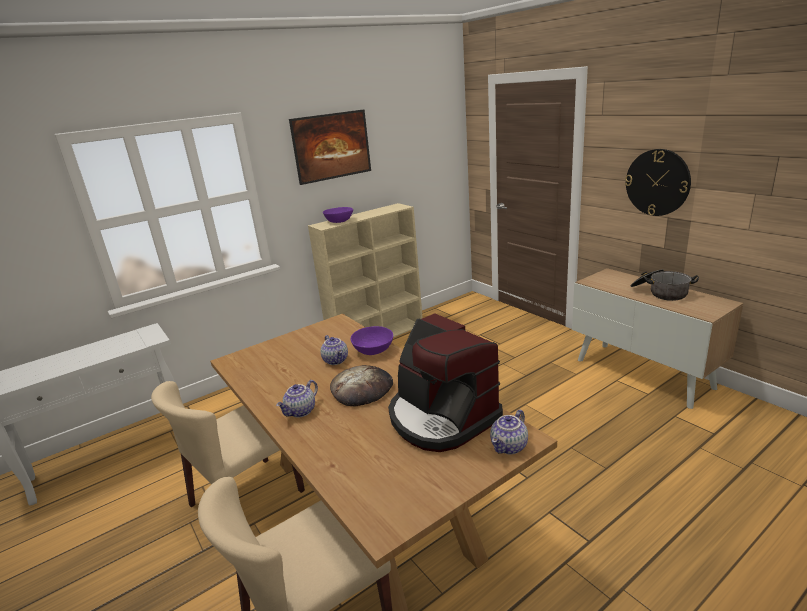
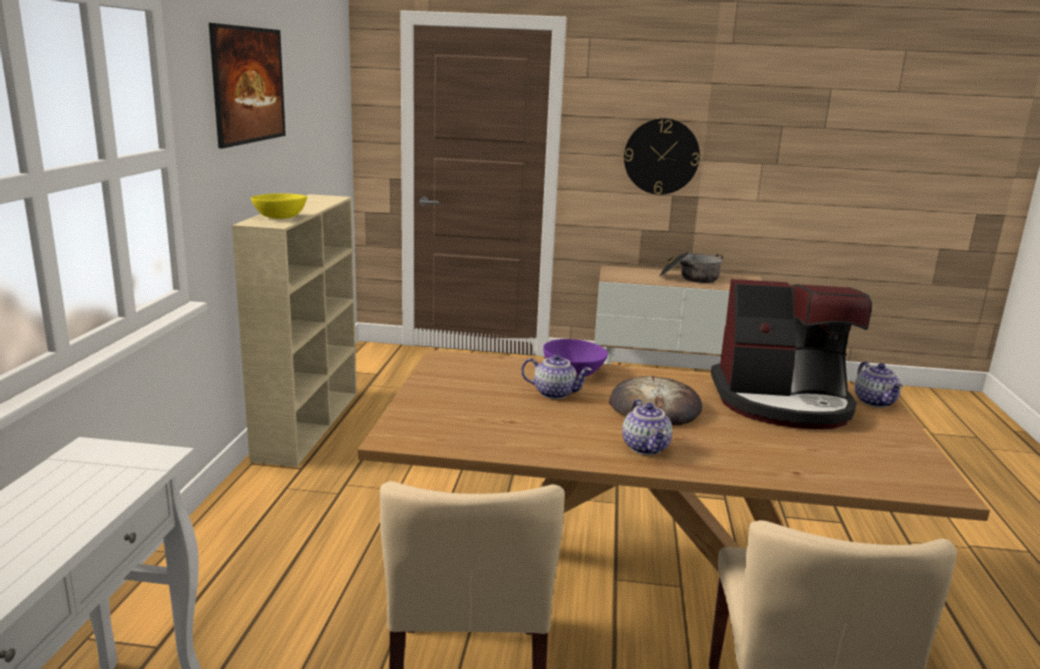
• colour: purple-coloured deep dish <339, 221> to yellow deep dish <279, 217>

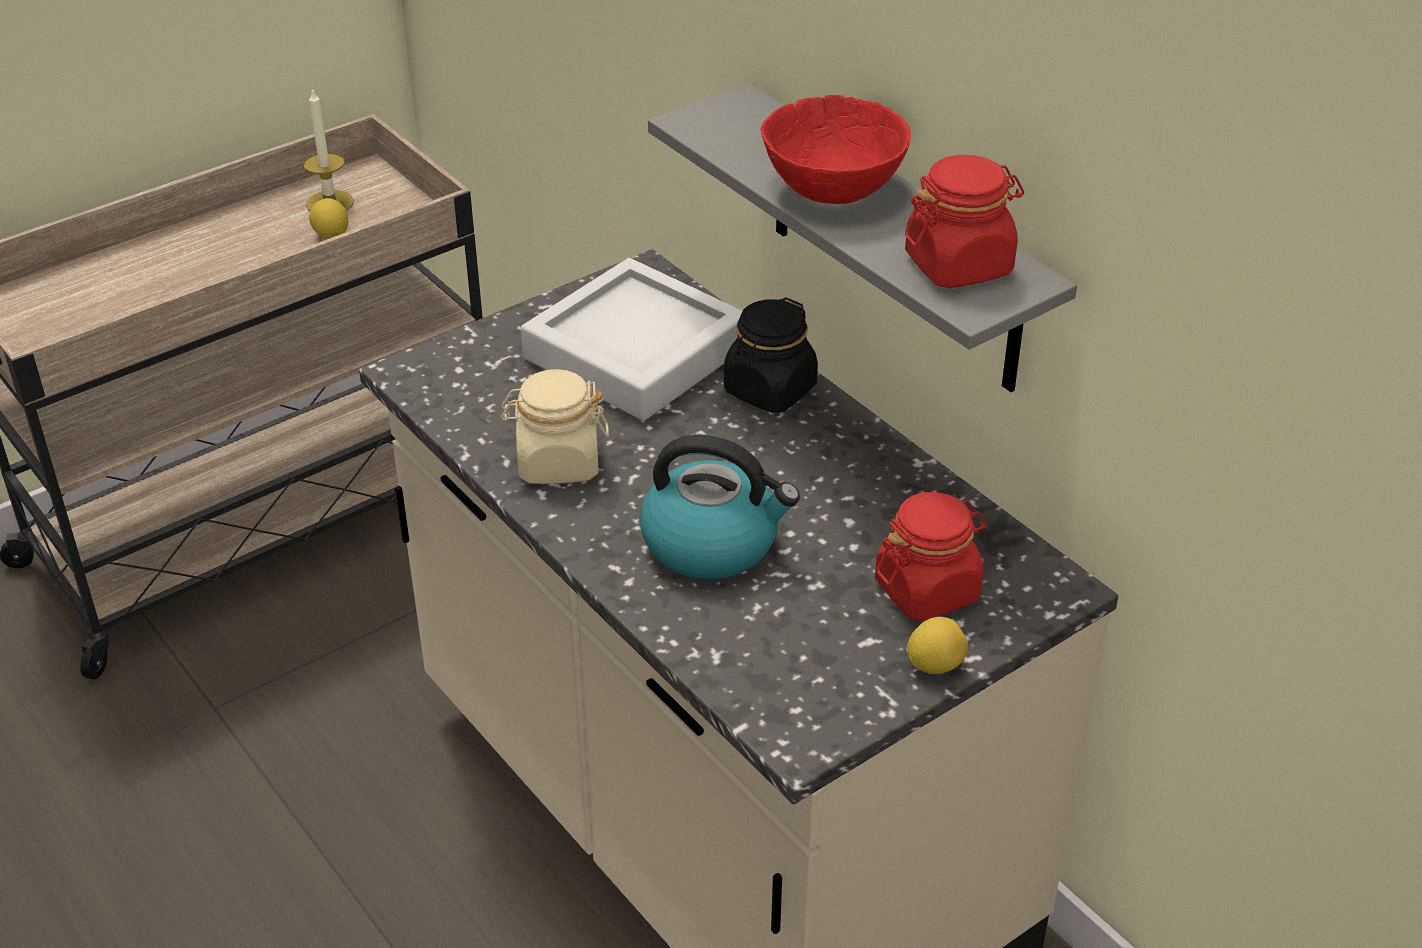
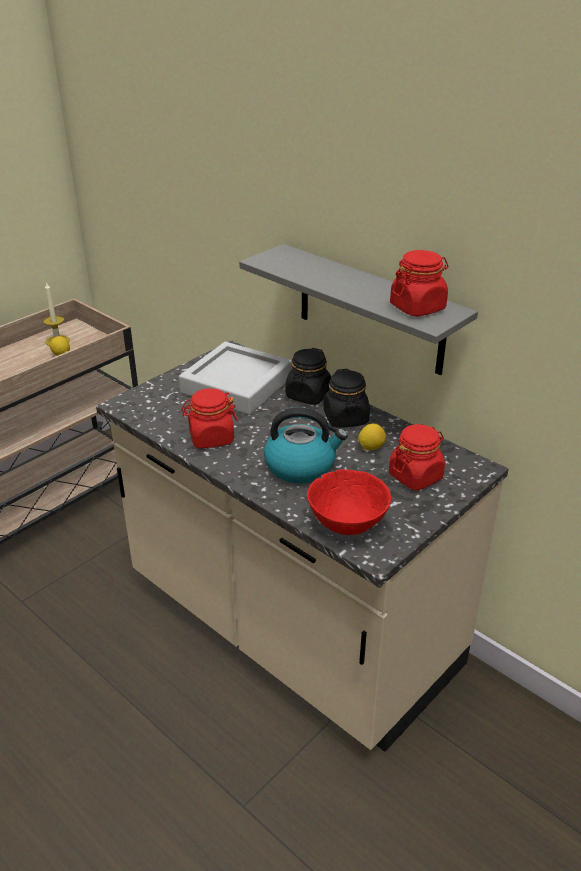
• colour: beige storage jar <558, 463> to red storage jar <211, 438>
• relocated: red deep dish <833, 189> to <347, 523>
• relocated: lemon <935, 665> to <371, 447>
• appeared: black-coloured storage jar <346, 418>

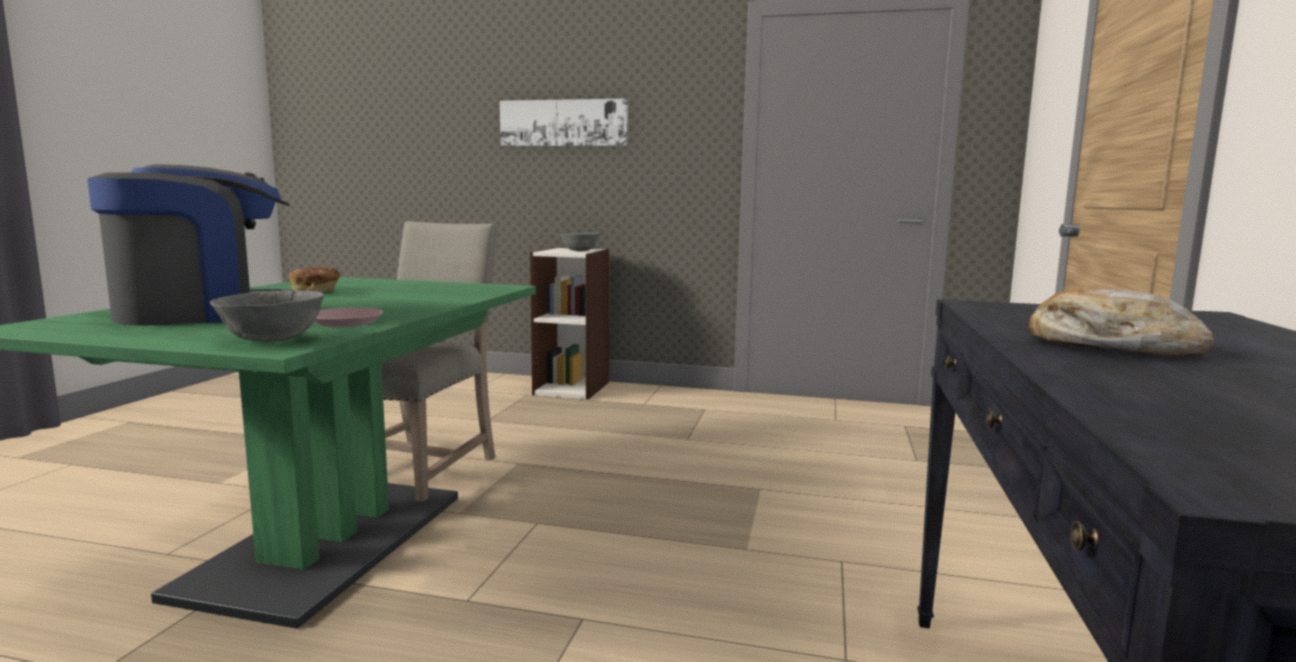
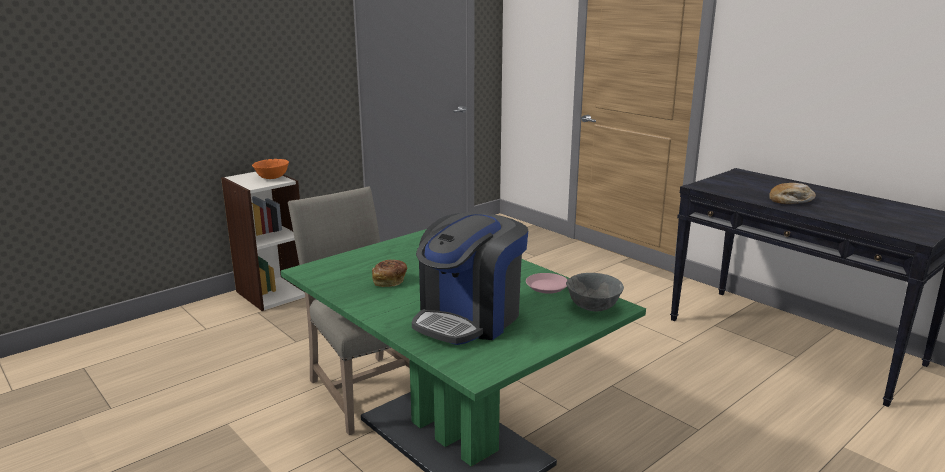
• spun: coffee maker <204, 313> = <469, 318> 150 degrees counterclockwise
• missing: wall art <564, 123>
• colour: gray deep dish <579, 251> to orange-coloured deep dish <272, 178>

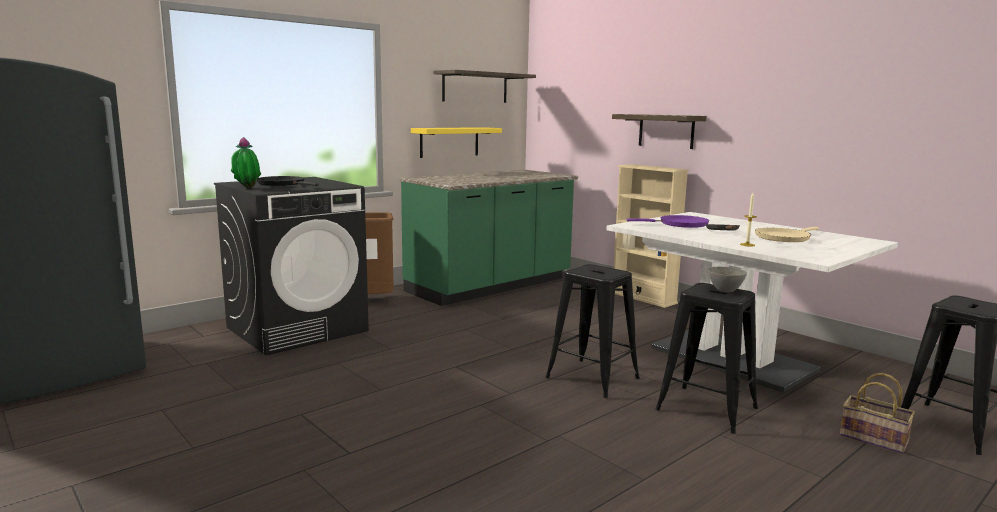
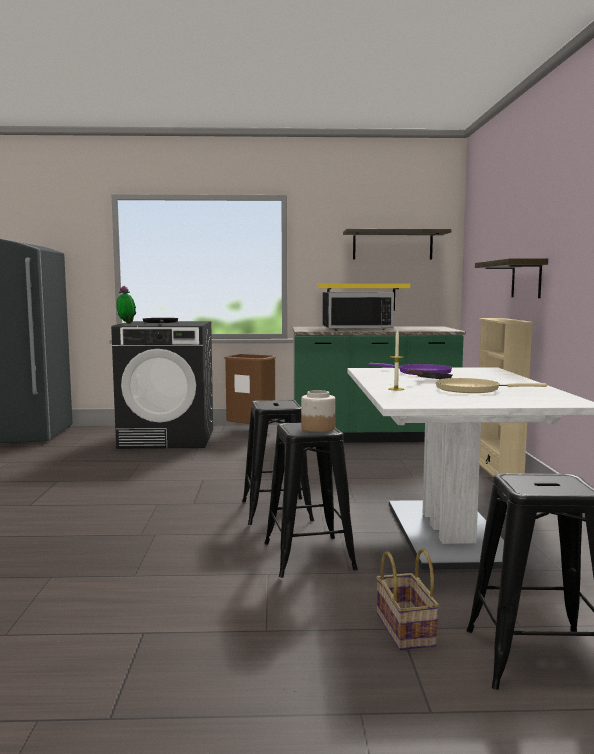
• exchanged: gray deep dish <724, 290> to storage jar <317, 428>
• appeared: black-coloured microwave <356, 328>

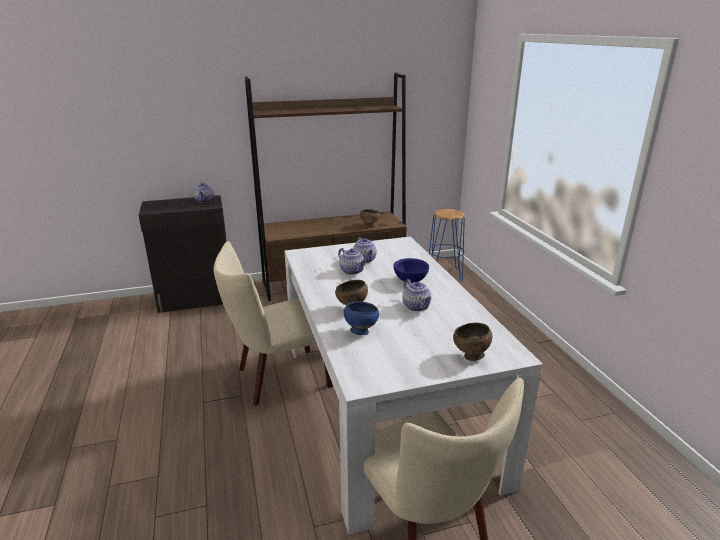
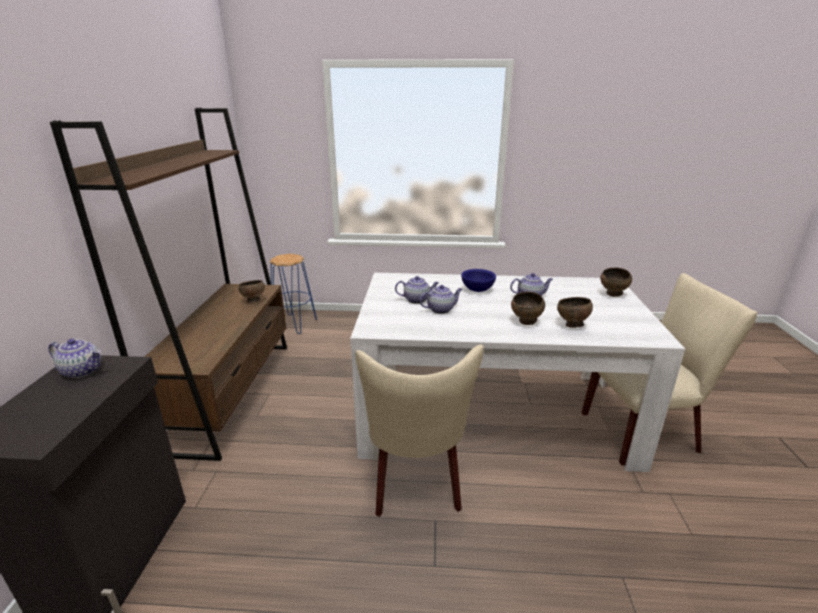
• colour: bluish deep dish <360, 331> to brownish deep dish <571, 325>

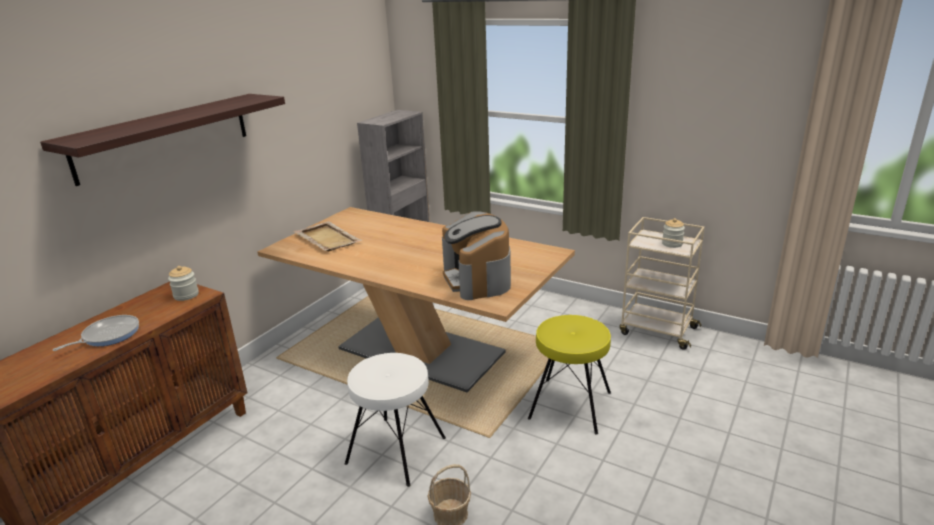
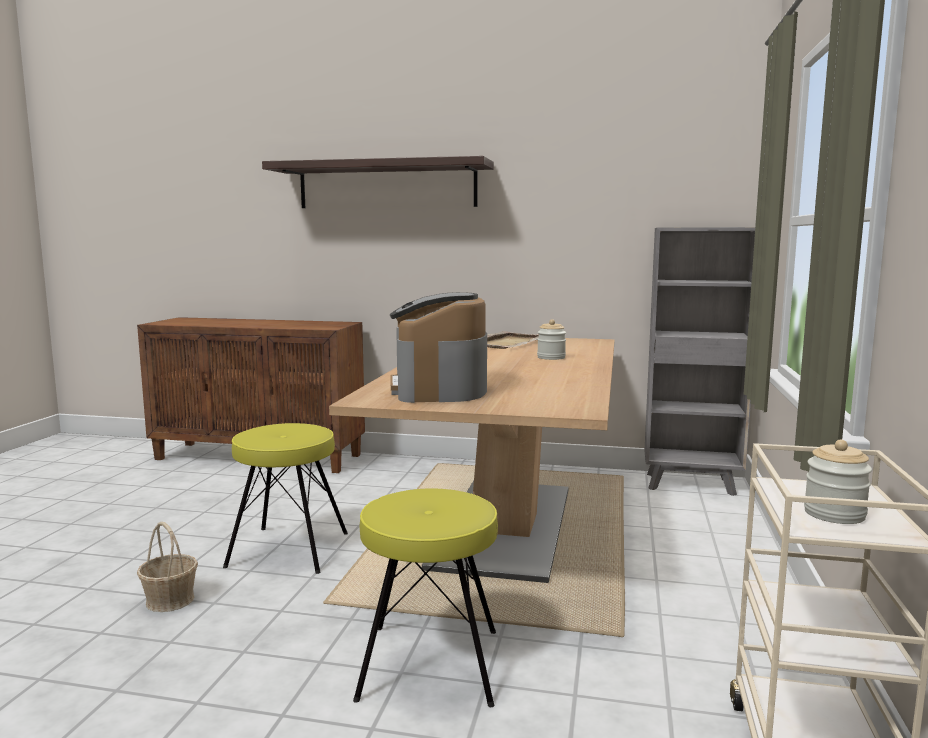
• missing: frying pan <108, 335>
• relocated: storage jar <186, 295> to <551, 357>
• colour: white-coloured stool <395, 450> to yellow stool <288, 549>
• spun: coffee maker <477, 279> = <438, 388> 60 degrees counterclockwise

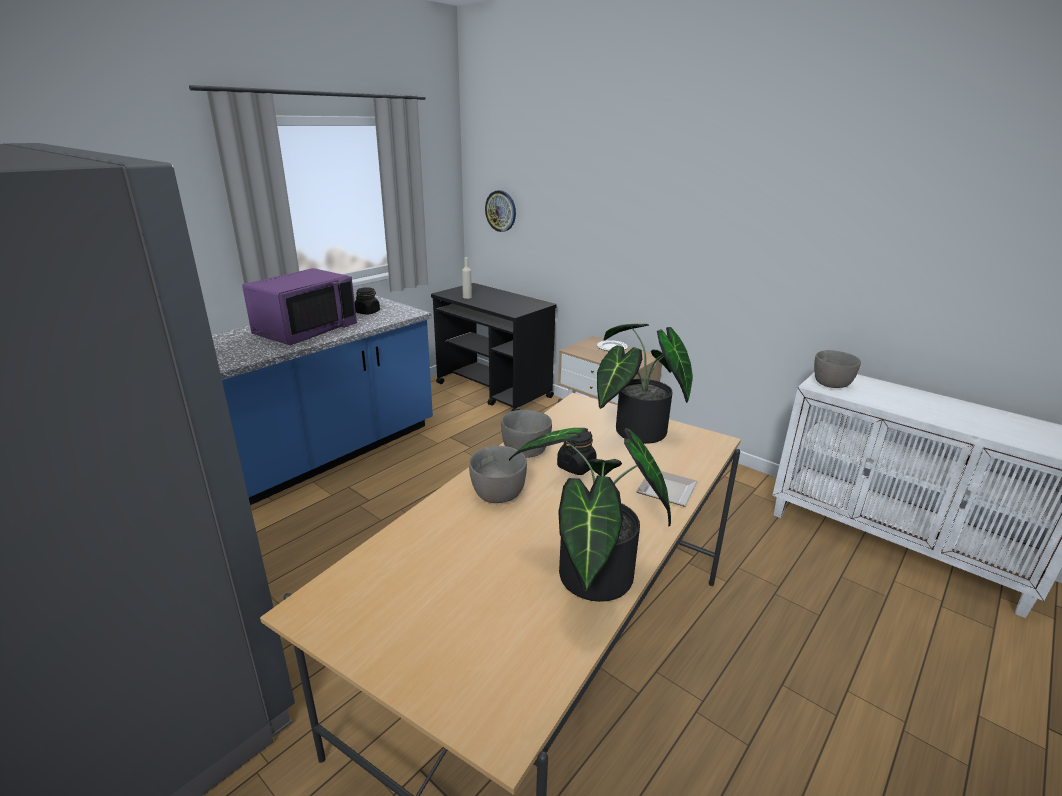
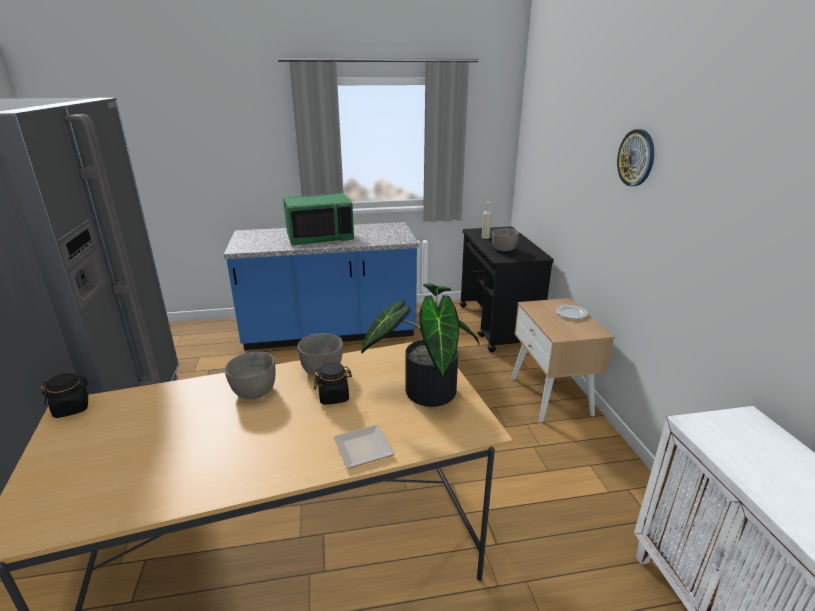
• colour: purple-coloured microwave <305, 330> to green microwave <320, 237>
• relocated: black-coloured storage jar <367, 312> to <72, 408>
• relocated: hanging clock <501, 211> to <636, 158>
• missing: houseplant <589, 581>
• relocated: gray deep dish <831, 384> to <503, 249>

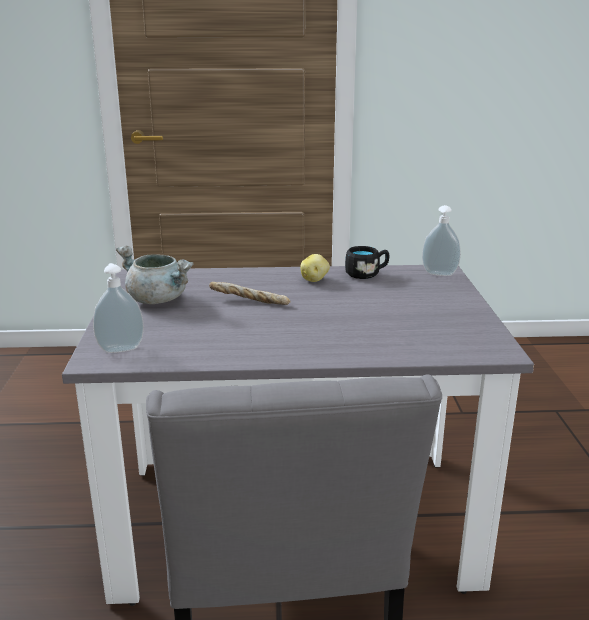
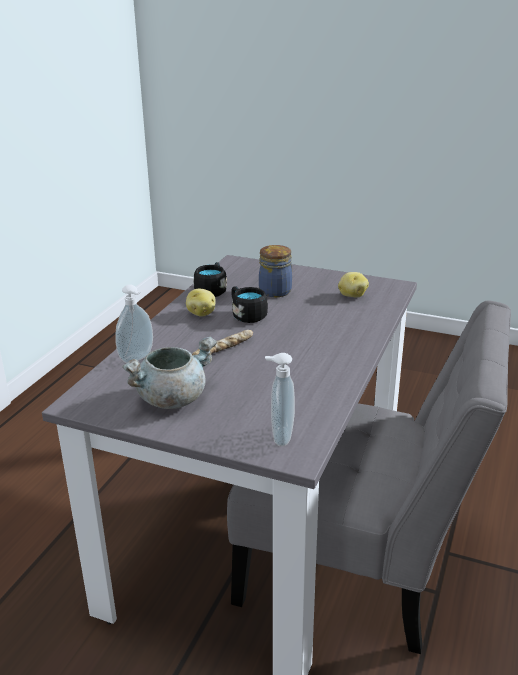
• relocated: soap dispenser <439, 274> to <138, 359>
• appeared: black-coloured coffee mug <246, 315>
• appeared: storage jar <276, 291>
• appeared: whole potato <352, 295>

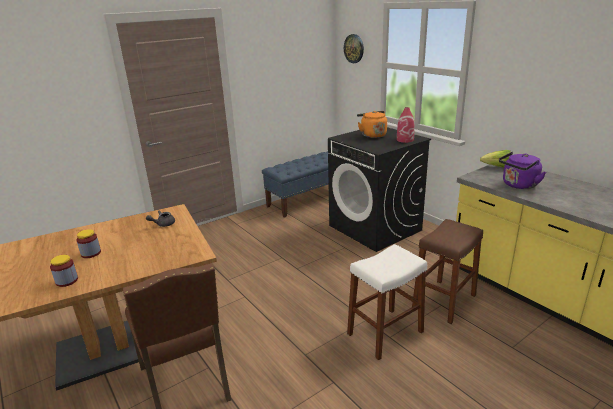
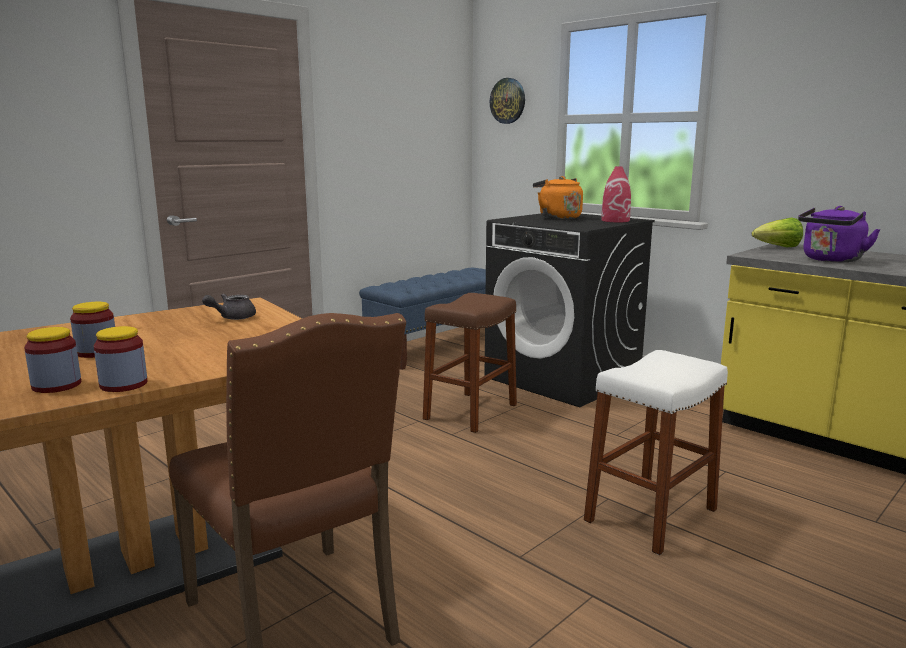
• relocated: brownish stool <444, 301> to <470, 412>
• appeared: storage jar <123, 384>

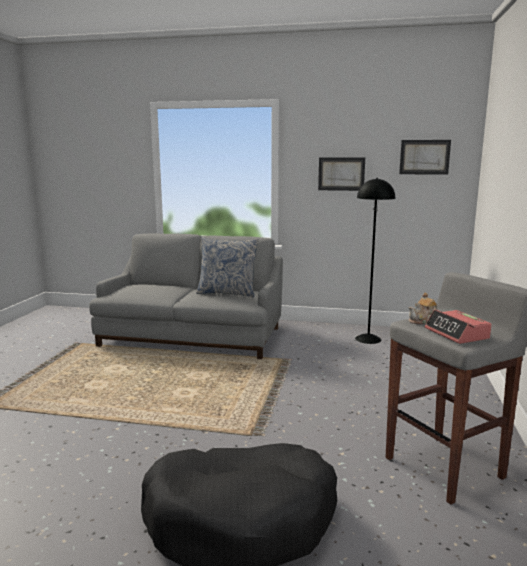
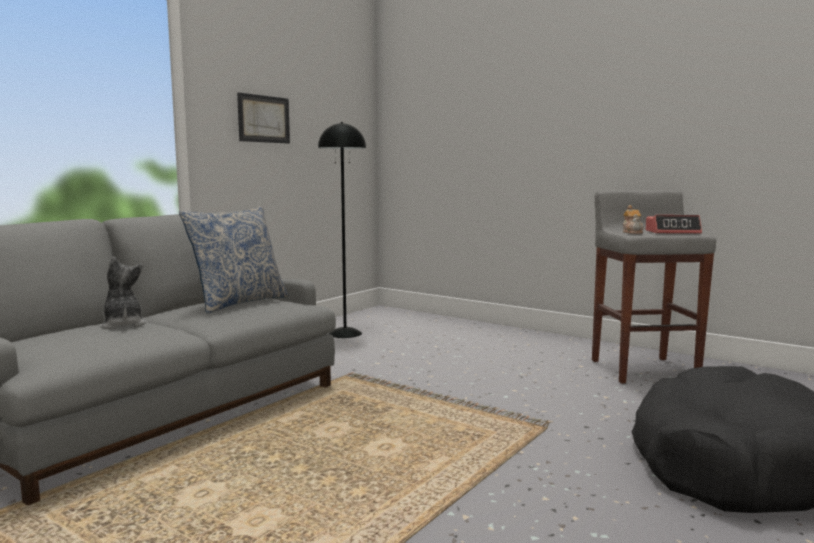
• missing: wall art <424, 157>
• appeared: cuddly toy <123, 325>

